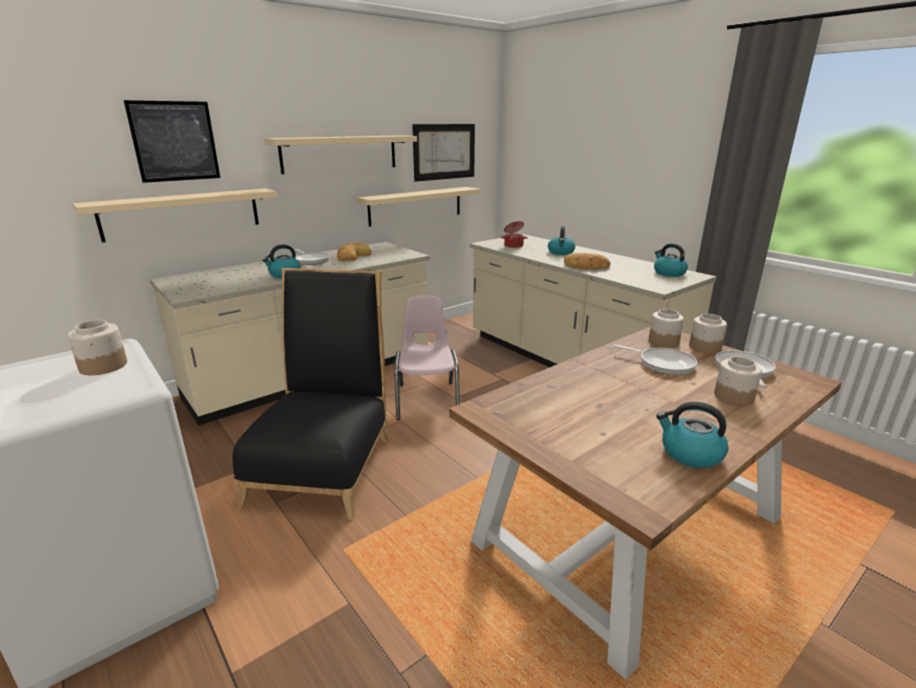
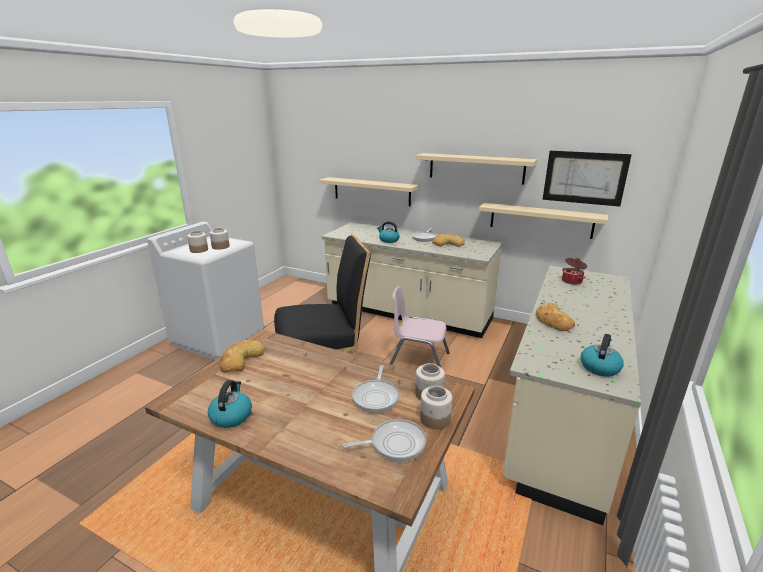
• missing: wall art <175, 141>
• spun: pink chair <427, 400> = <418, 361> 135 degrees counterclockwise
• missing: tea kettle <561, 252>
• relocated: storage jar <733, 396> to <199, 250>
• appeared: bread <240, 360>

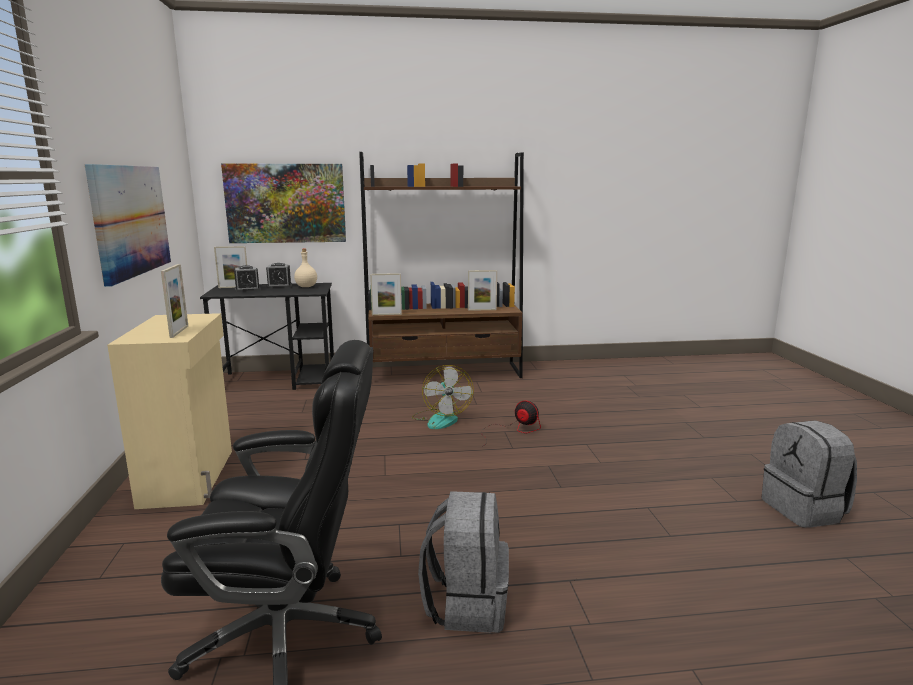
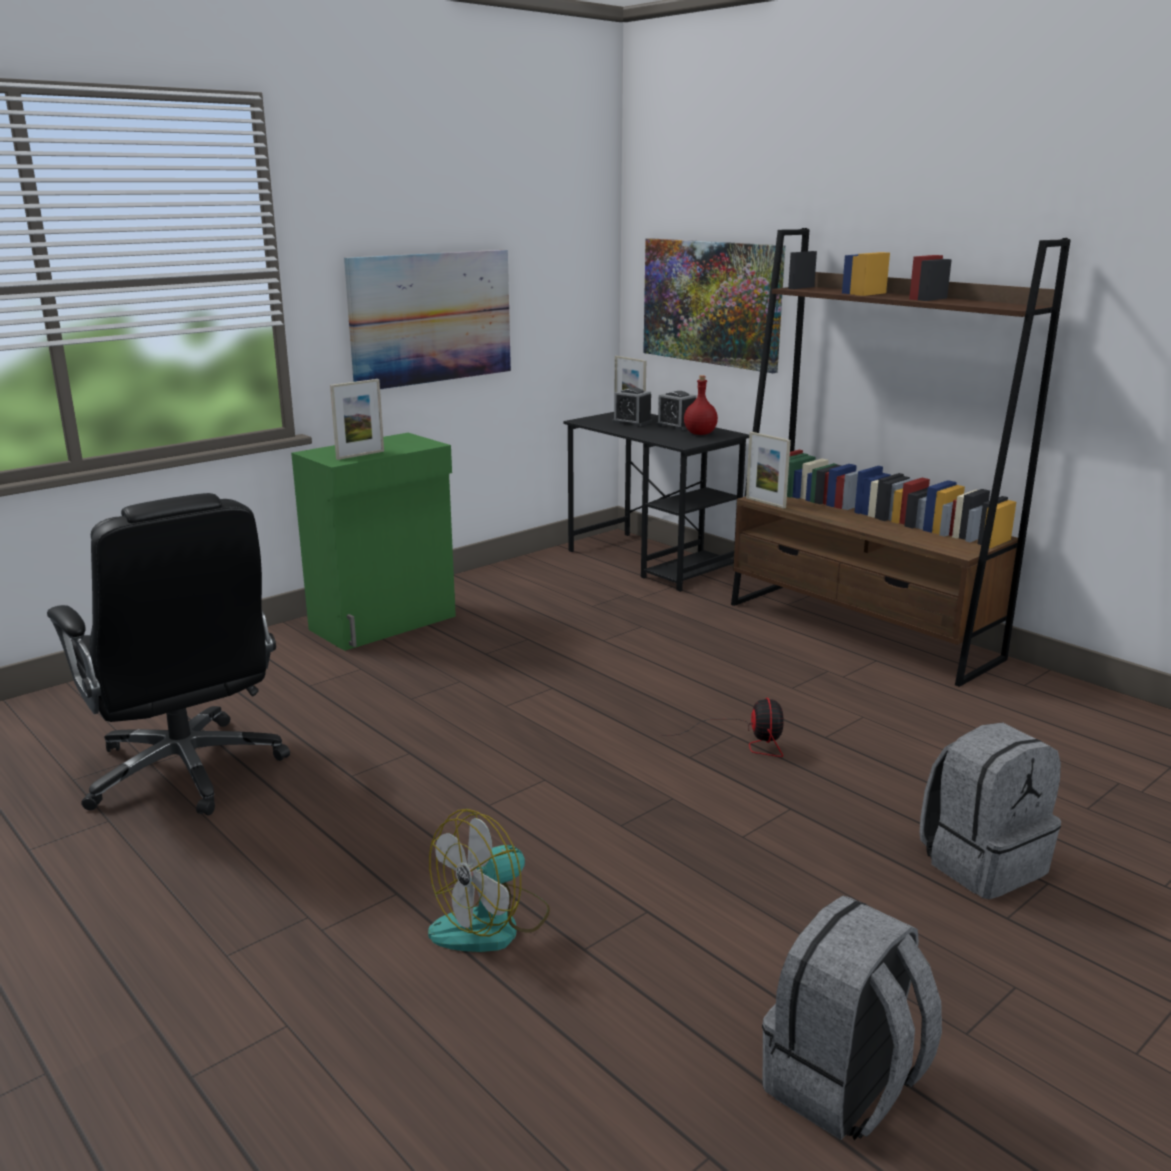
• colour: beige storage cabinet <190, 477> to green storage cabinet <385, 623>
• colour: beige bottle <306, 287> to red bottle <700, 434>
• relocated: cooling fan <441, 419> to <491, 923>
• relocated: gray knapsack <466, 604> to <982, 863>
• missing: picture frame <482, 310>

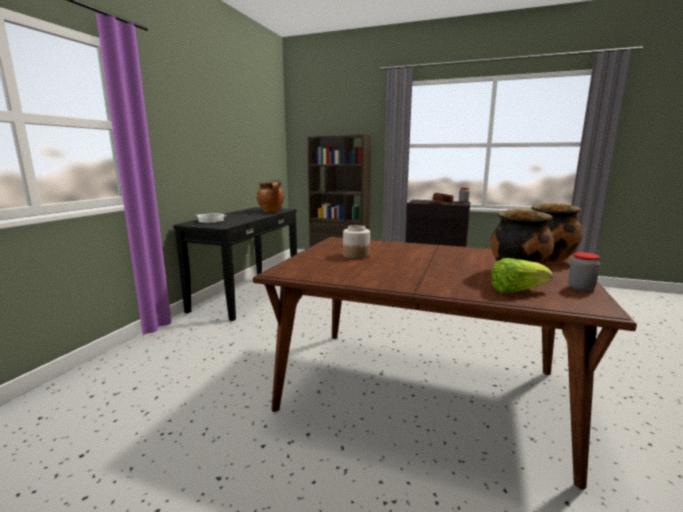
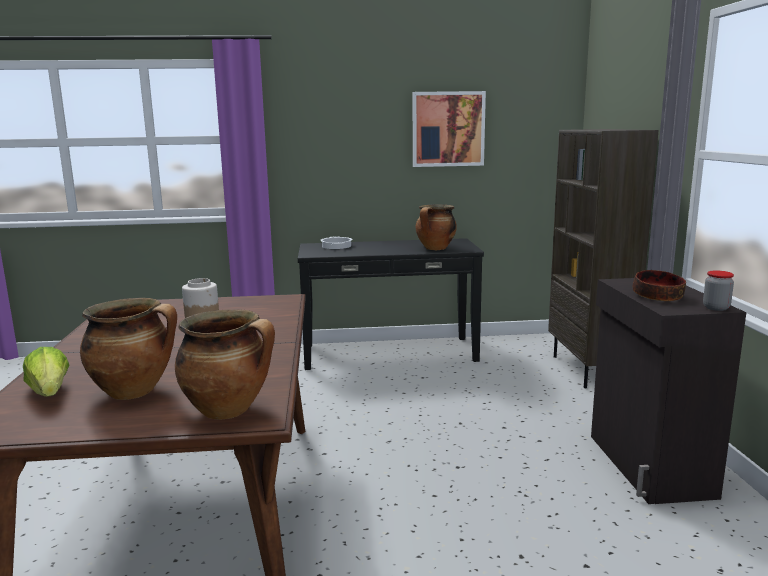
• missing: storage jar <580, 288>
• appeared: wall art <448, 129>

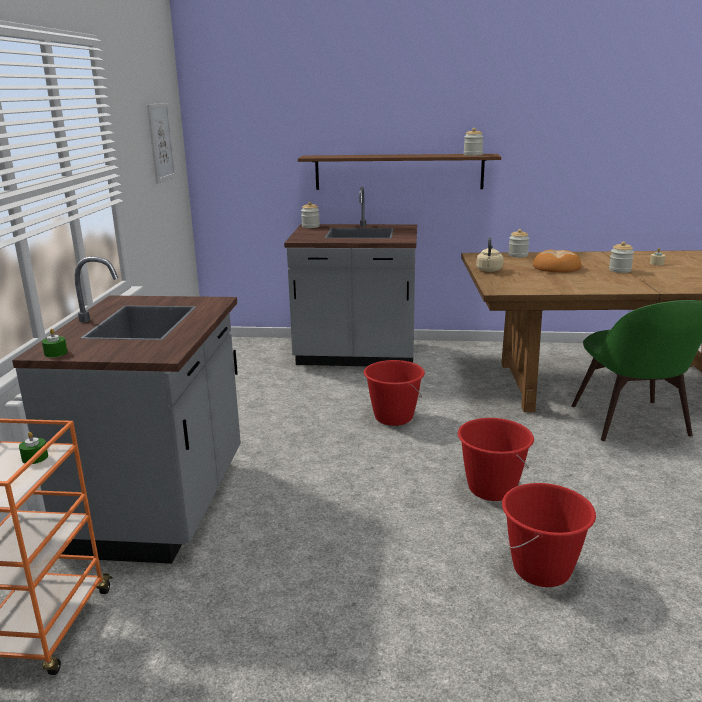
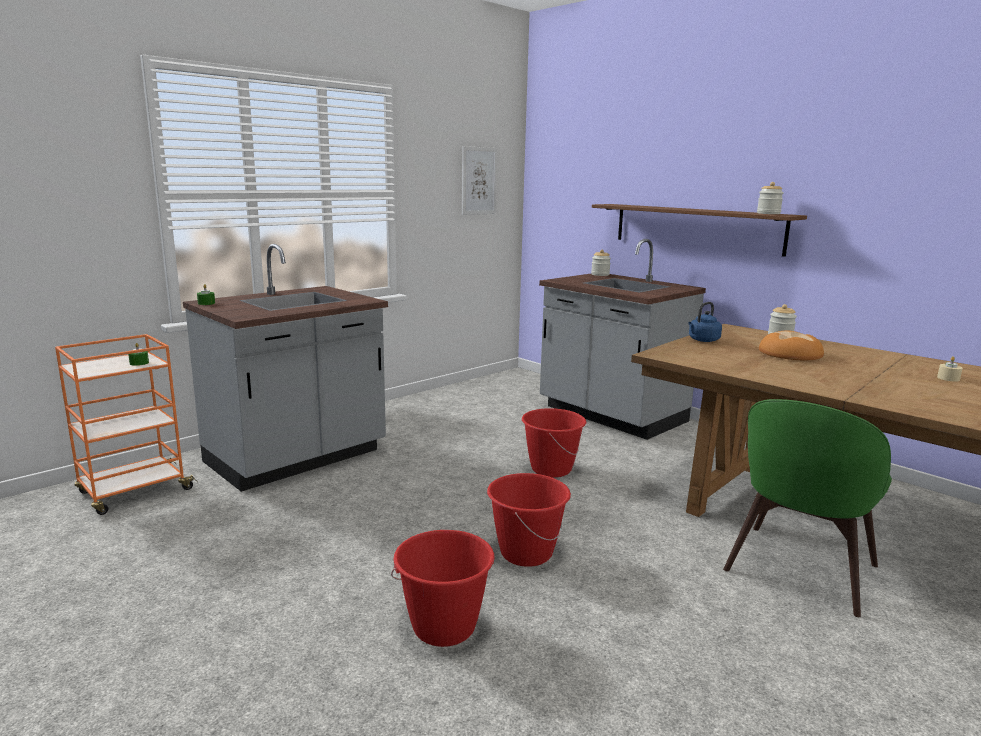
• colour: beige tea kettle <489, 270> to bluish tea kettle <702, 340>
• missing: storage jar <620, 270>

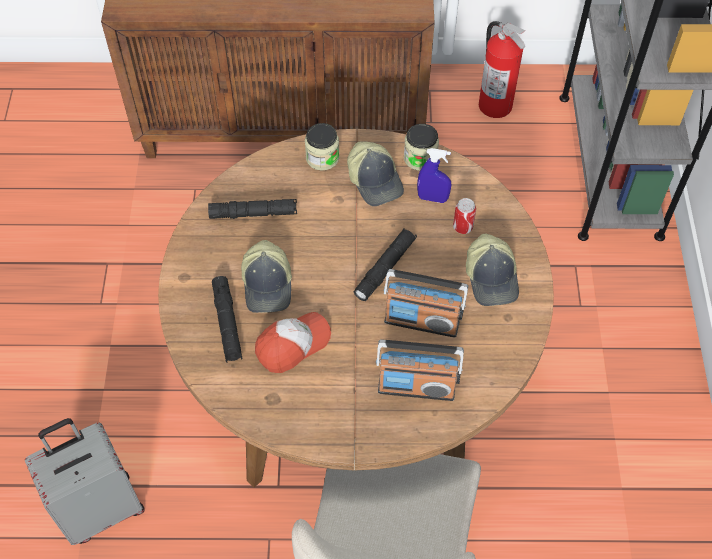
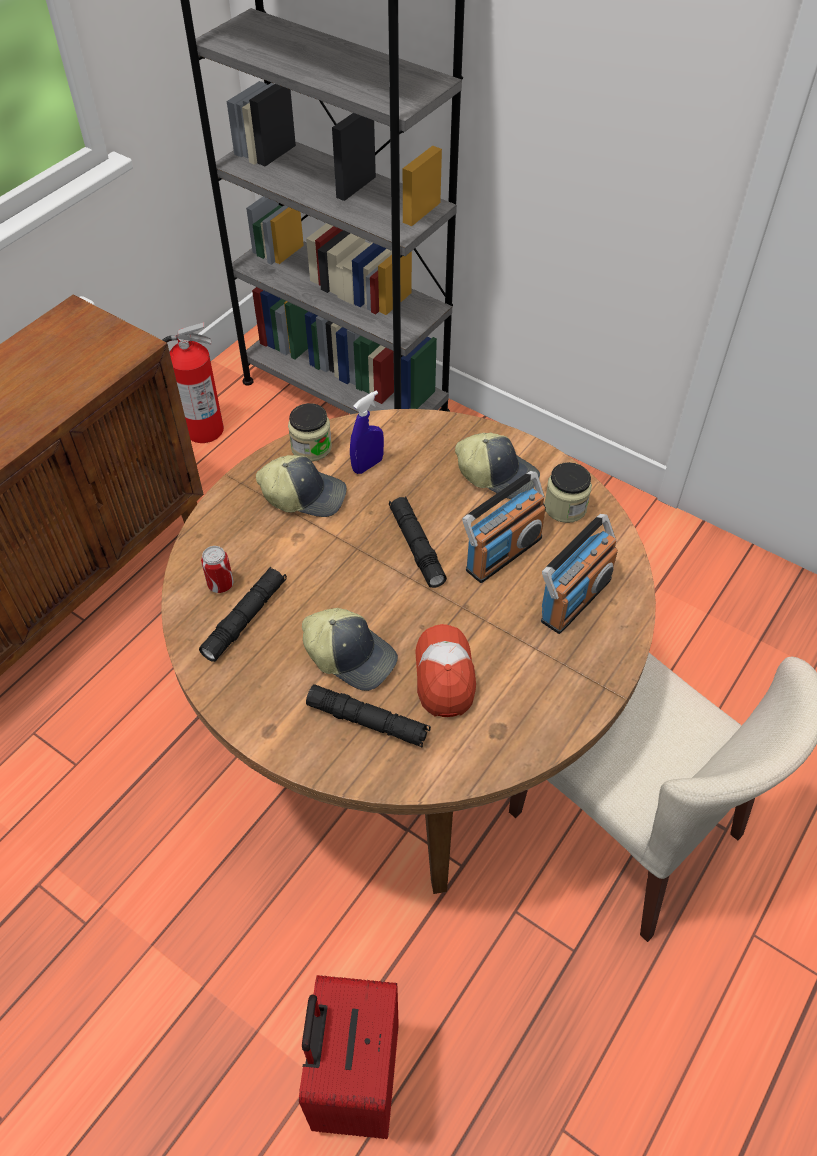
• colour: gray suitcase <101, 507> to red suitcase <354, 1078>
• relocated: storage jar <322, 158> to <565, 507>
• relocated: can <462, 227> to <220, 584>

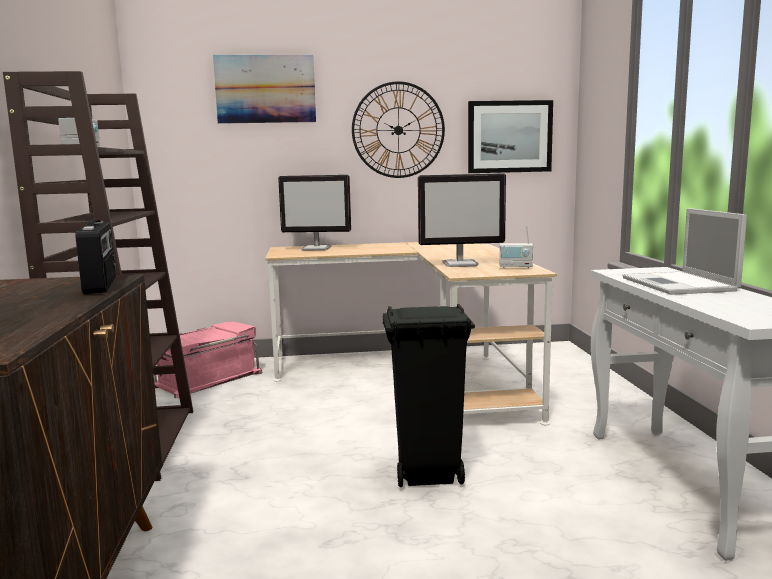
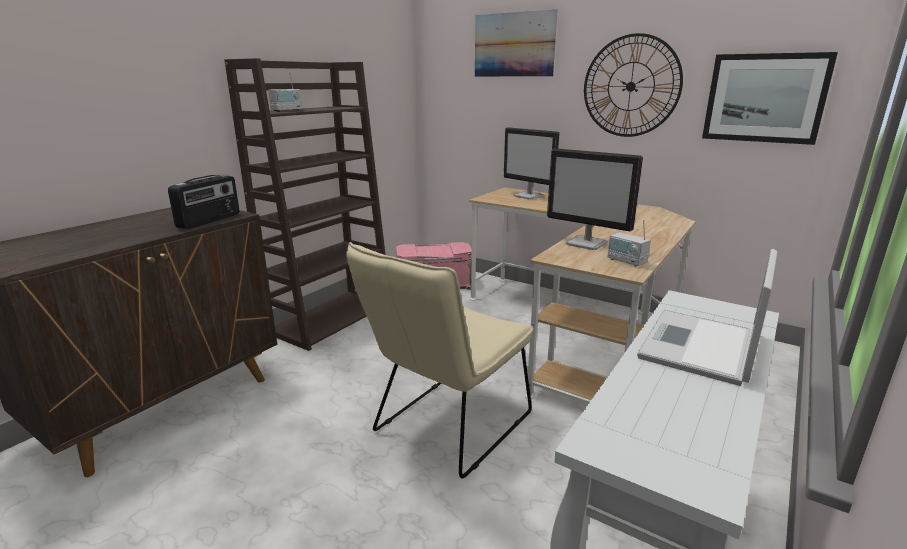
• exchanged: black-coloured waste bin <427, 476> to beige chair <446, 427>

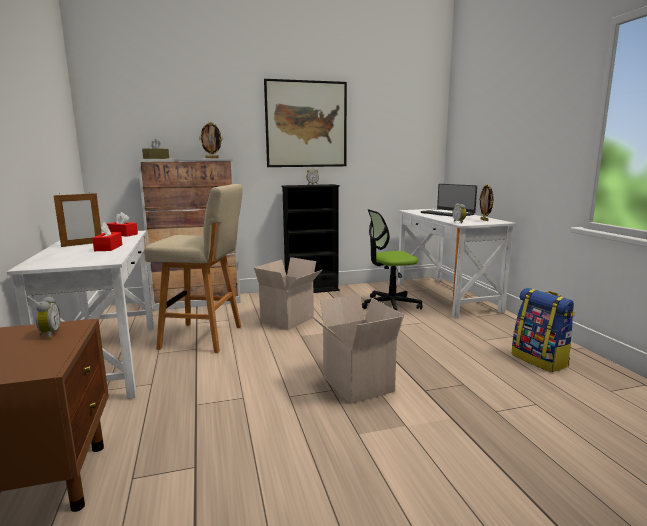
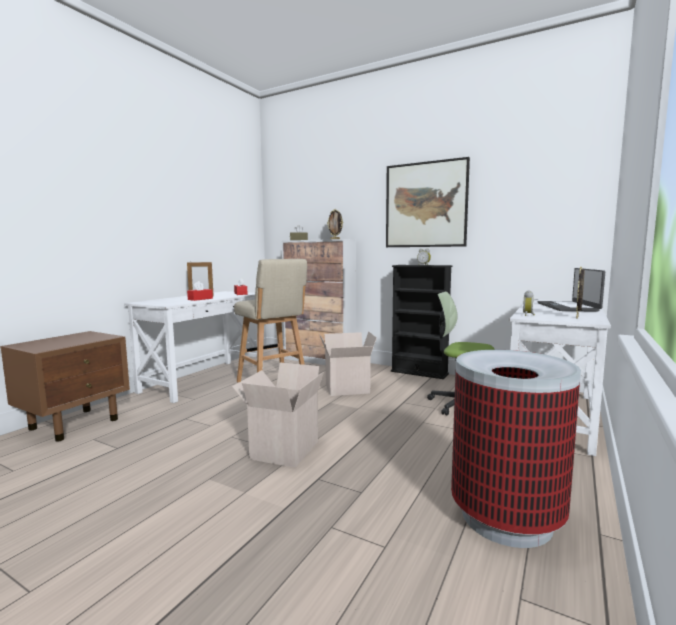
• missing: table clock <48, 334>
• exchanged: knapsack <540, 360> to waste bin <506, 518>

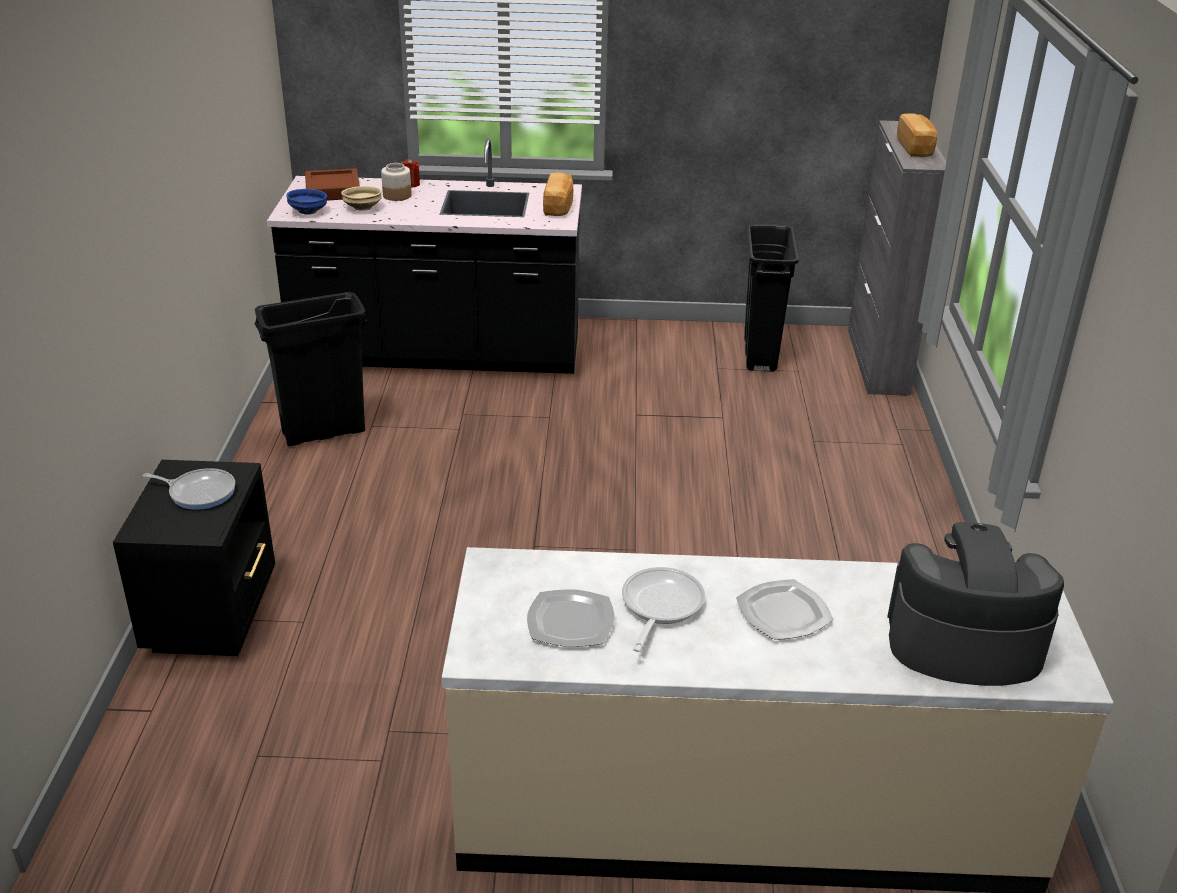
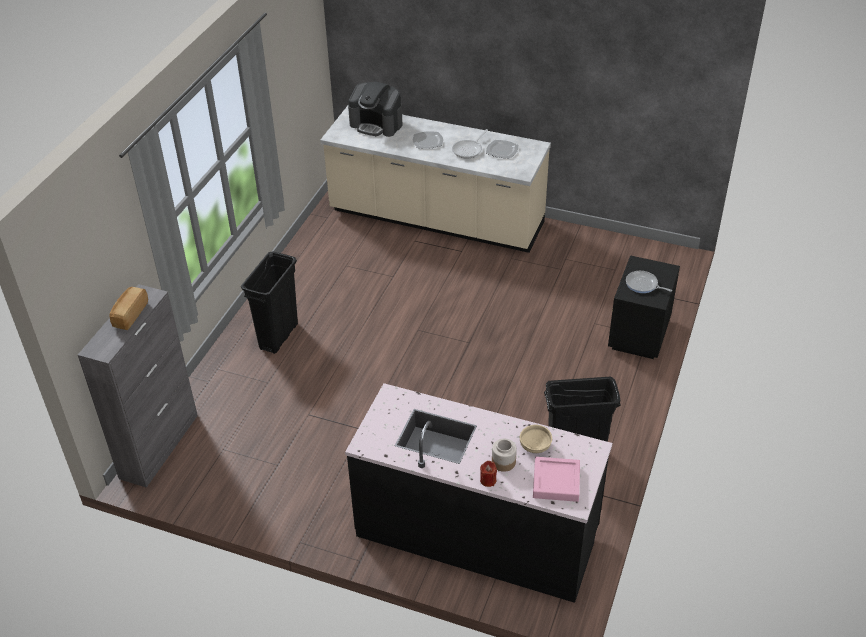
• missing: bluish deep dish <309, 211>
• colour: brownish tray <333, 190> to pink tray <556, 482>
• missing: bread <559, 206>
• relocated: black-coloured waste bin <759, 354> to <278, 336>

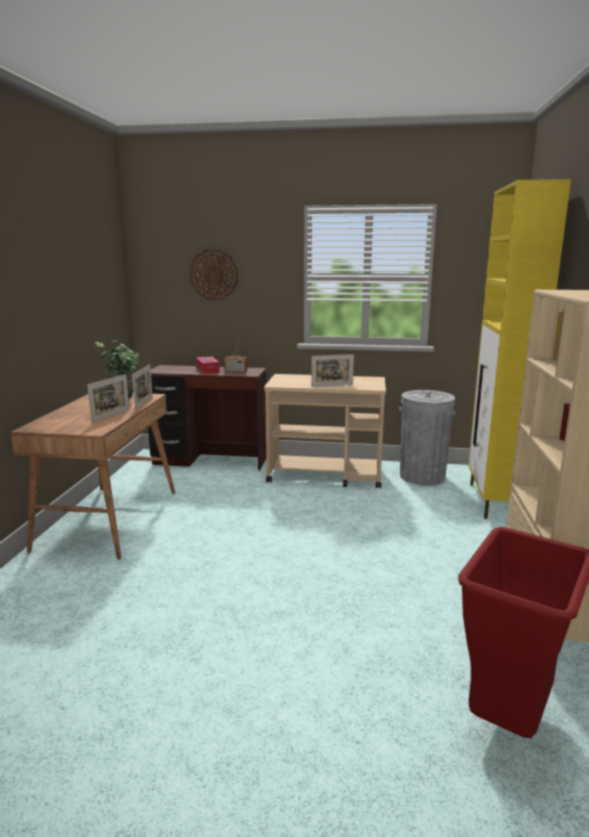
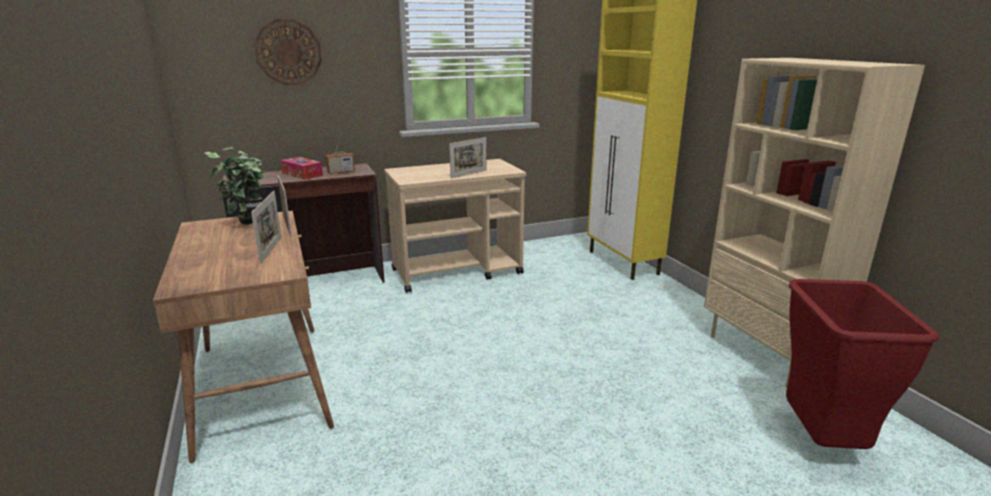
• missing: gray waste bin <422, 476>

